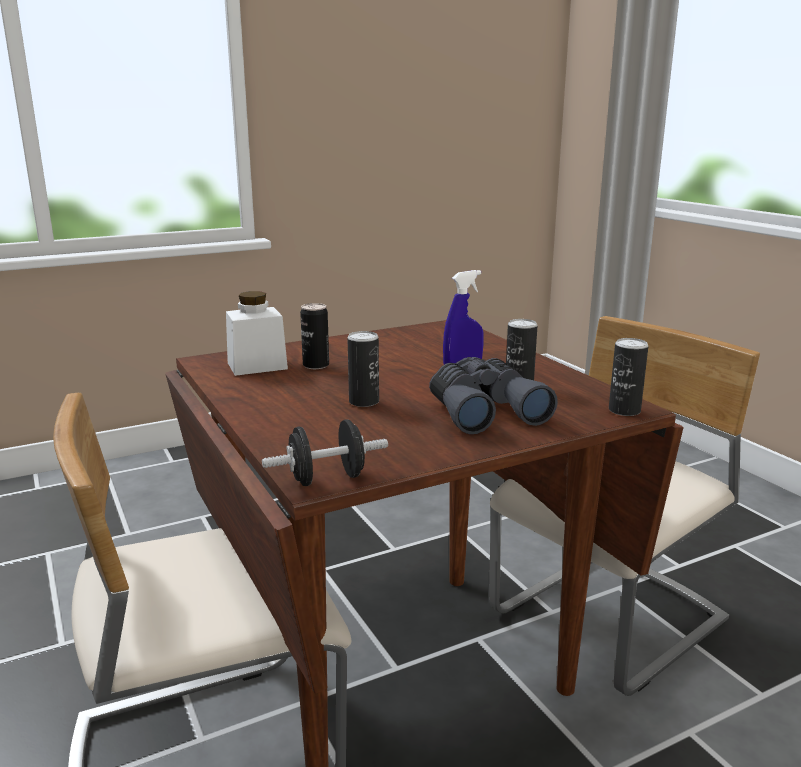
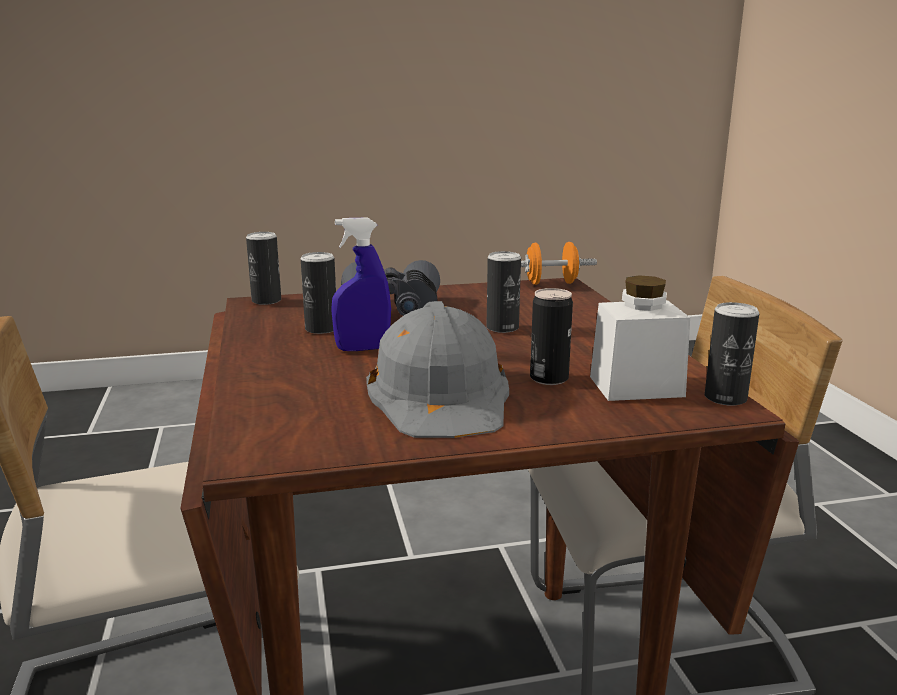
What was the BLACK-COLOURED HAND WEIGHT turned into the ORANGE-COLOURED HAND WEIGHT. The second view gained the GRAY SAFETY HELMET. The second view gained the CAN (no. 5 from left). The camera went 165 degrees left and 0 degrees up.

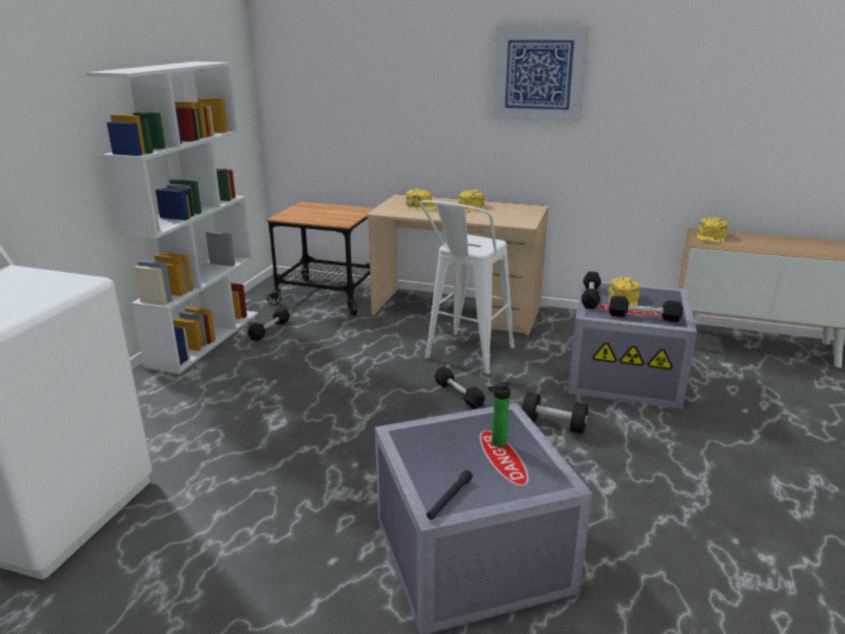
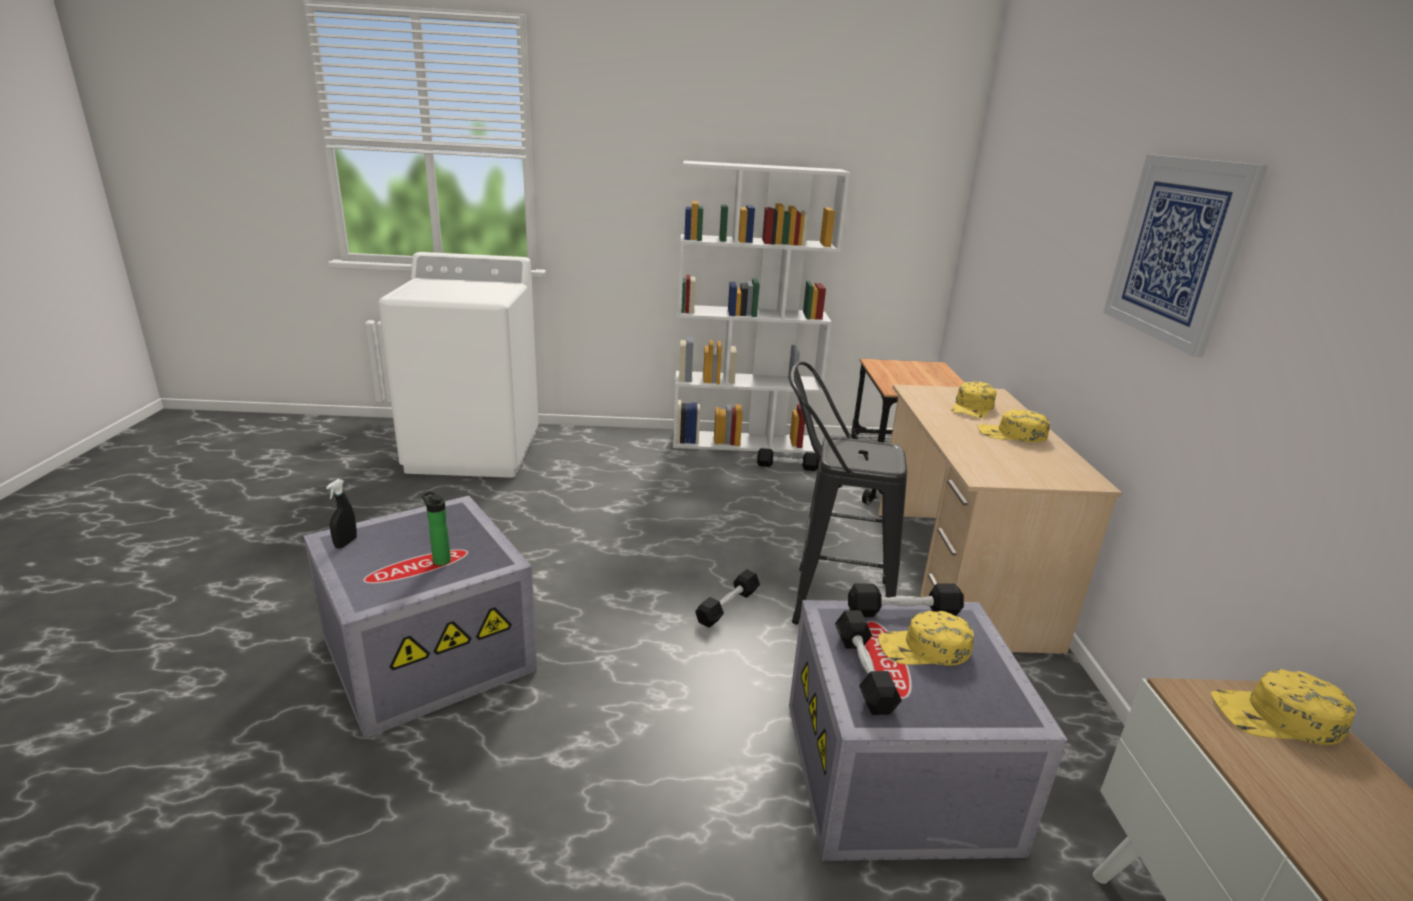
What was the WHITE-COLOURED STOOL turned into the BLACK-COLOURED STOOL. The second view lost the BLACK-COLOURED HAND WEIGHT (no. 3 from left). Where the BLACK-COLOURED HAND TORCH stood, the BLACK-COLOURED SPRAY BOTTLE came to stand. The camera went 70 degrees right and 0 degrees up.

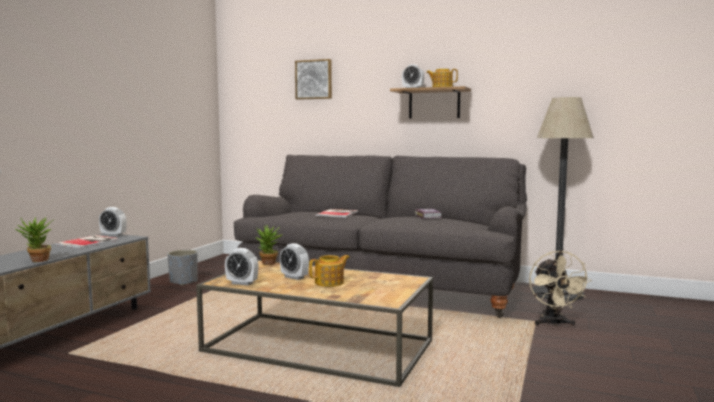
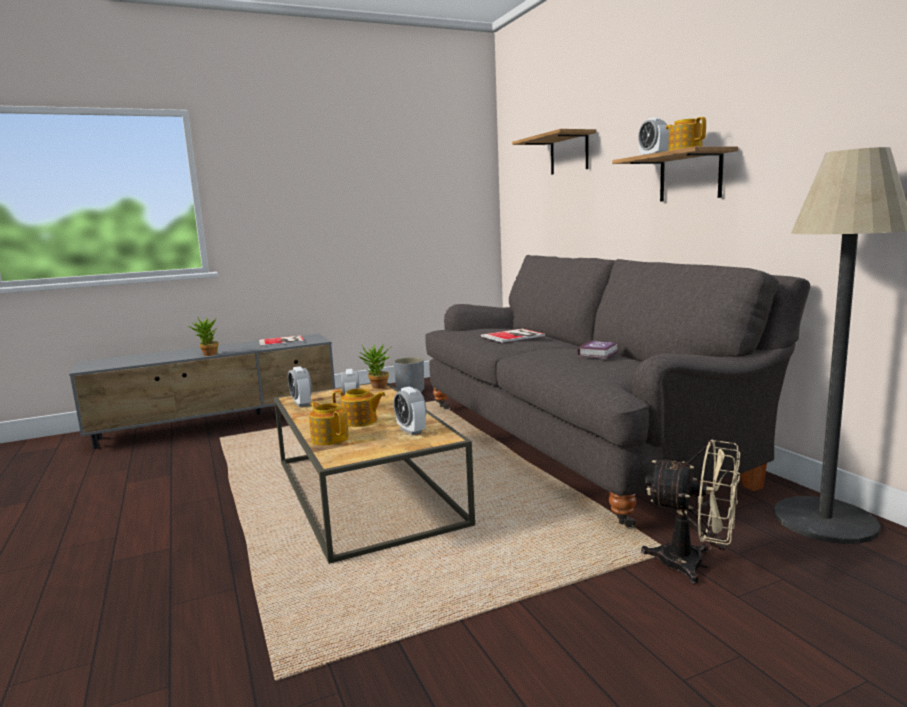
Where the WALL PICTURE hung, the WALL SHELF (no. 1 from left) came to hang. The ALARM CLOCK (no. 1 from left in the first image) ended up elsewhere. The BEIGE-COLOURED ELECTRIC FAN ended up facing another way, 105 degrees counterclockwise from before. The second view gained the TEAPOT (no. 1 from left). The camera went 45 degrees right and 5 degrees up.

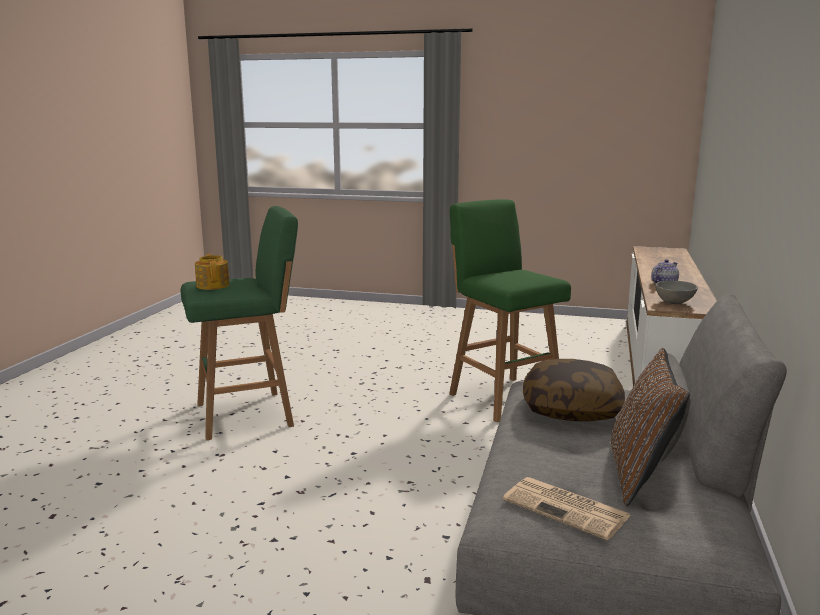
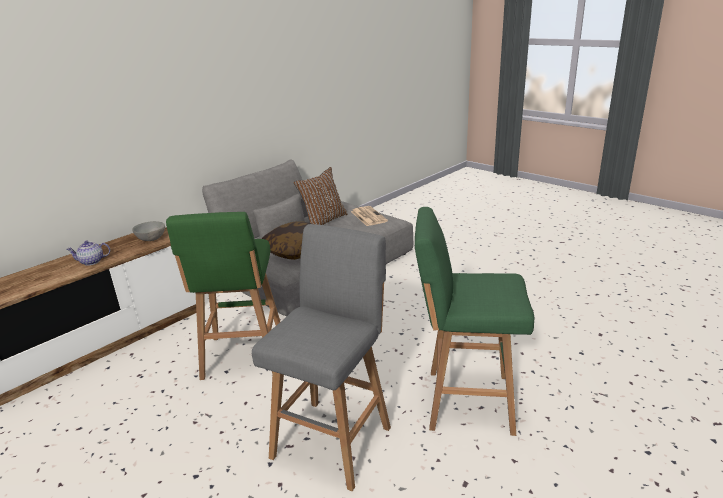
The second view lost the TEAPOT (no. 1 from left). The second view gained the GRAY STOOL. The camera went 150 degrees left and 10 degrees up.

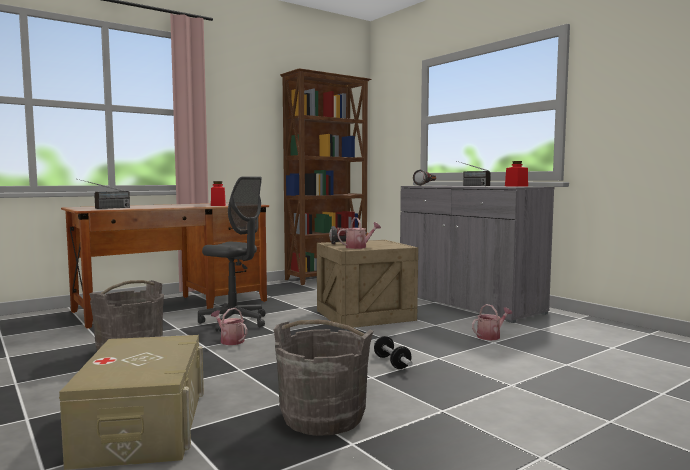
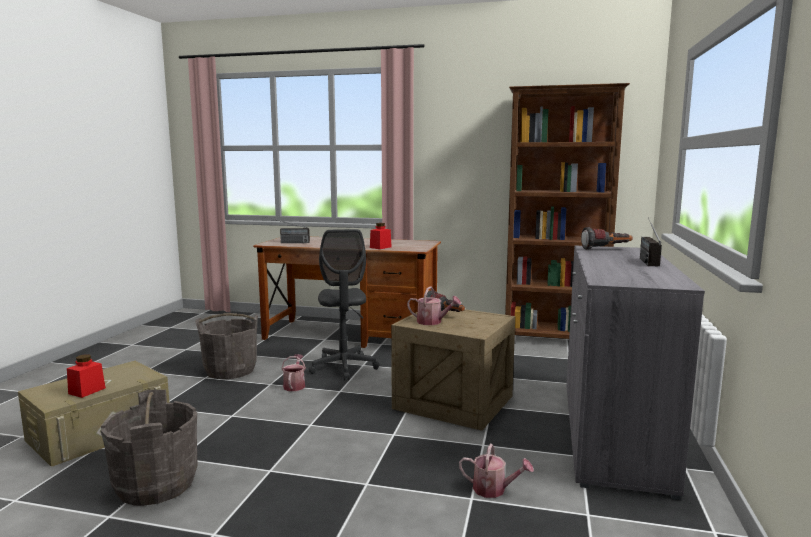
The REDDISH PRESERVE JAR (no. 2 from left in the first image) ended up elsewhere. The second view lost the HAND WEIGHT. The camera went 50 degrees right and 5 degrees up.

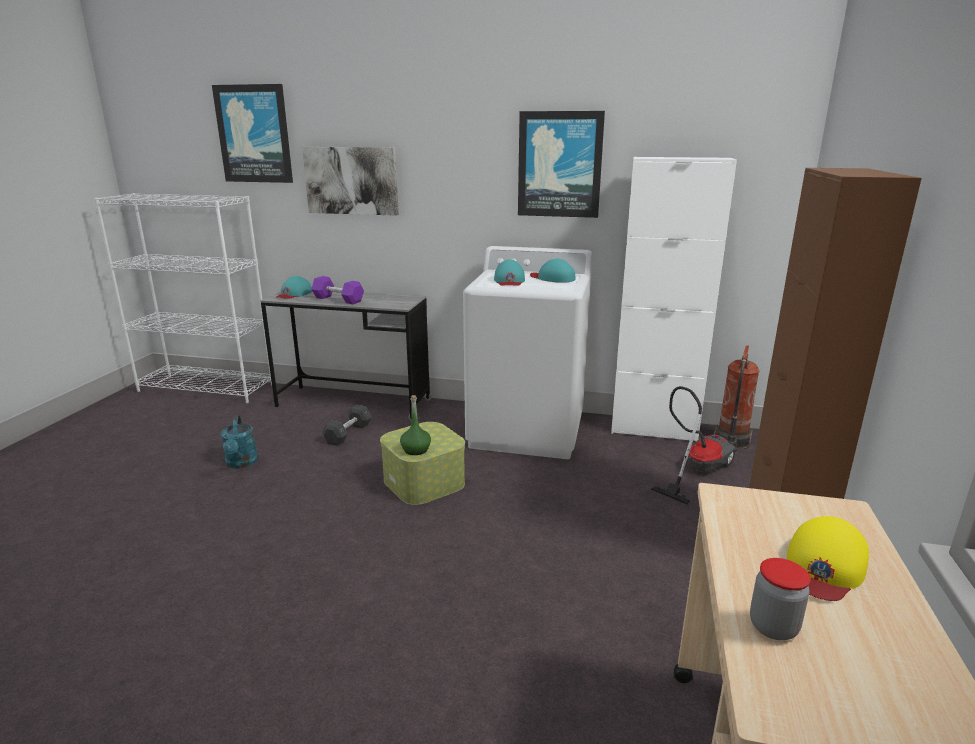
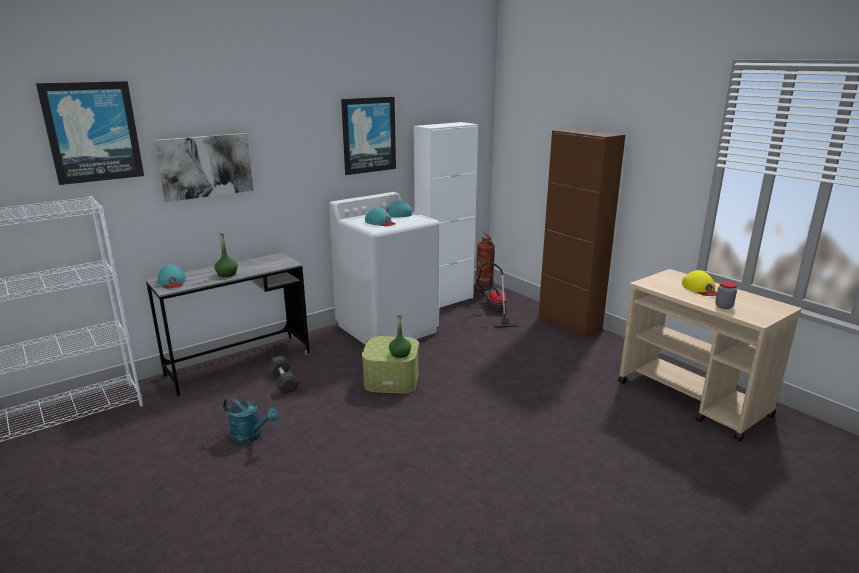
Where the PURPLISH HAND WEIGHT stood, the GREEN BOTTLE (no. 1 from left) came to stand. The camera went 50 degrees left and 0 degrees up.

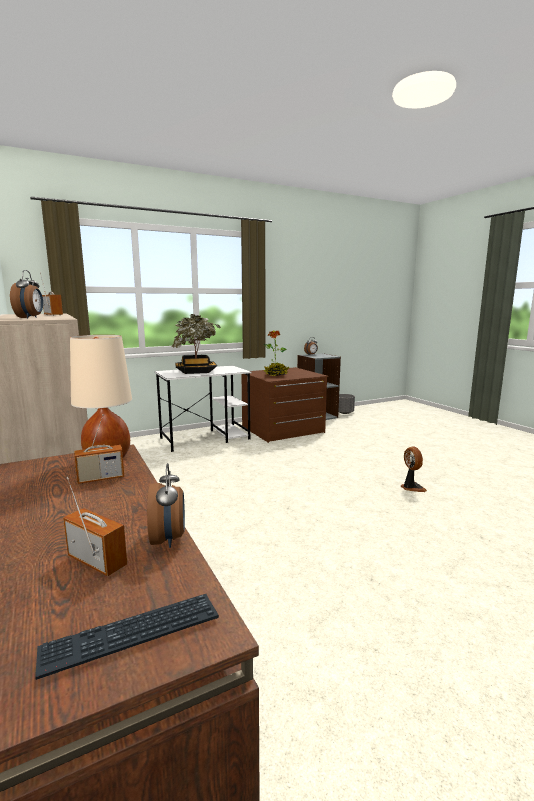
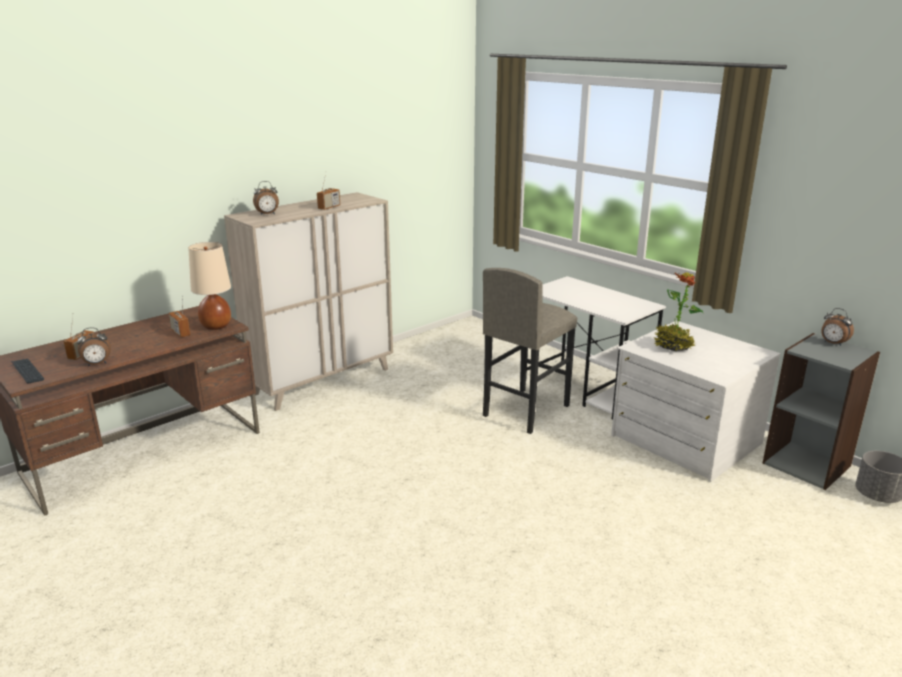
The second view lost the HOUSEPLANT (no. 1 from left). What was the BROWNISH DRAWER CHEST turned into the WHITE-COLOURED DRAWER CHEST. The second view lost the ELECTRIC FAN. The second view gained the GRAY STOOL. The camera went 75 degrees right and 10 degrees up.

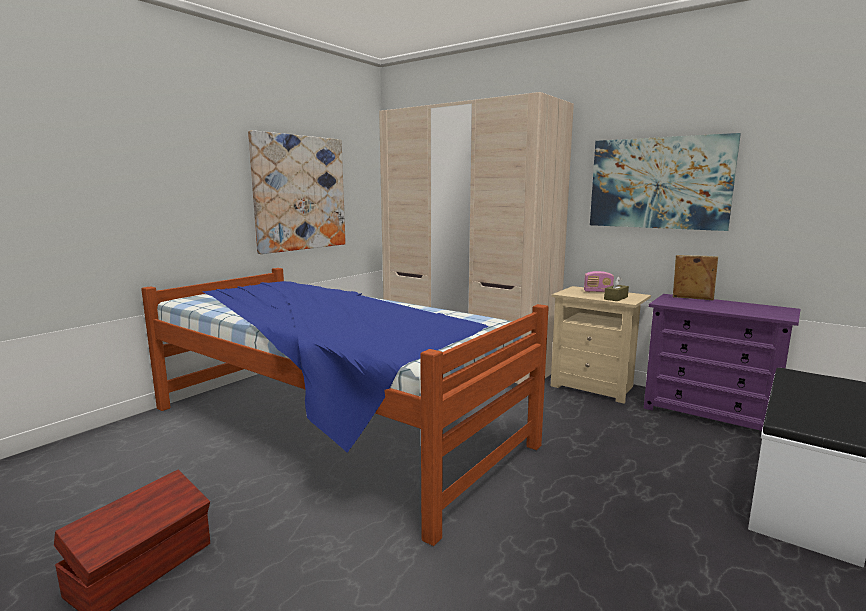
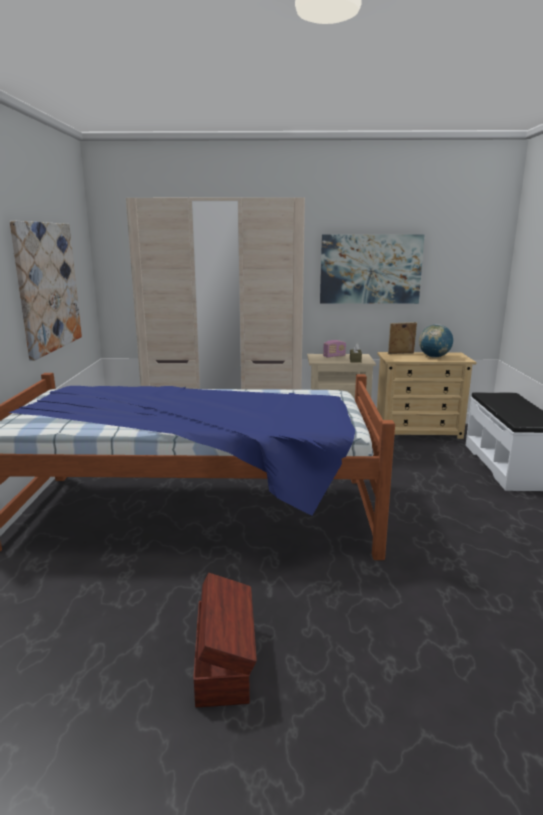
What was the PURPLISH DRAWER CHEST turned into the BEIGE-COLOURED DRAWER CHEST. The second view gained the DESK GLOBE. The camera went 35 degrees left and 5 degrees up.

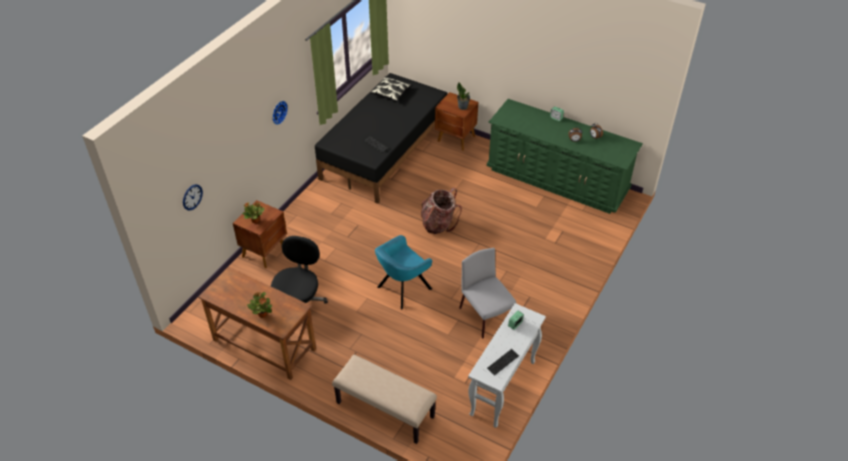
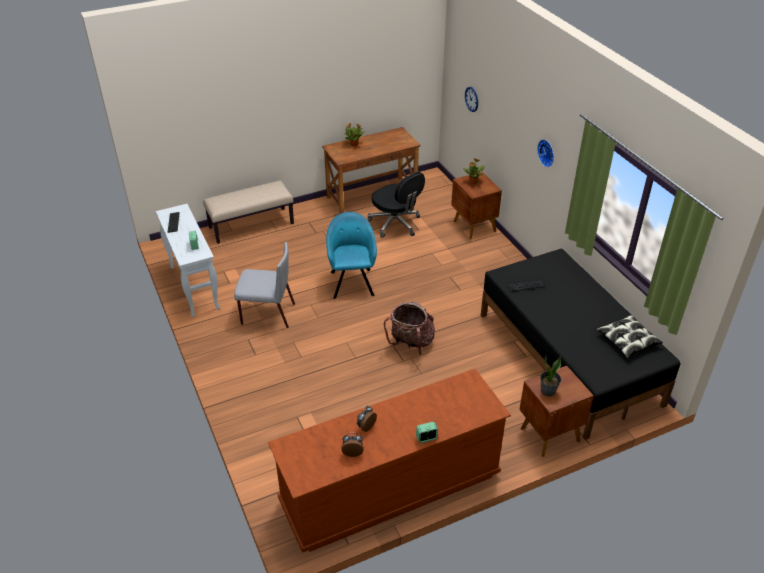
What was the GREEN DRAWER CHEST turned into the BROWNISH DRAWER CHEST. The camera went 125 degrees right and 5 degrees down.

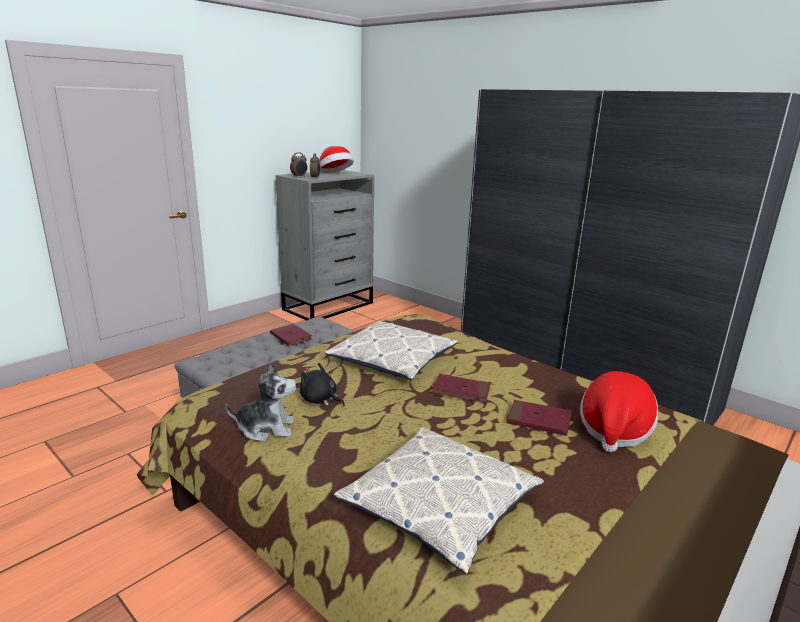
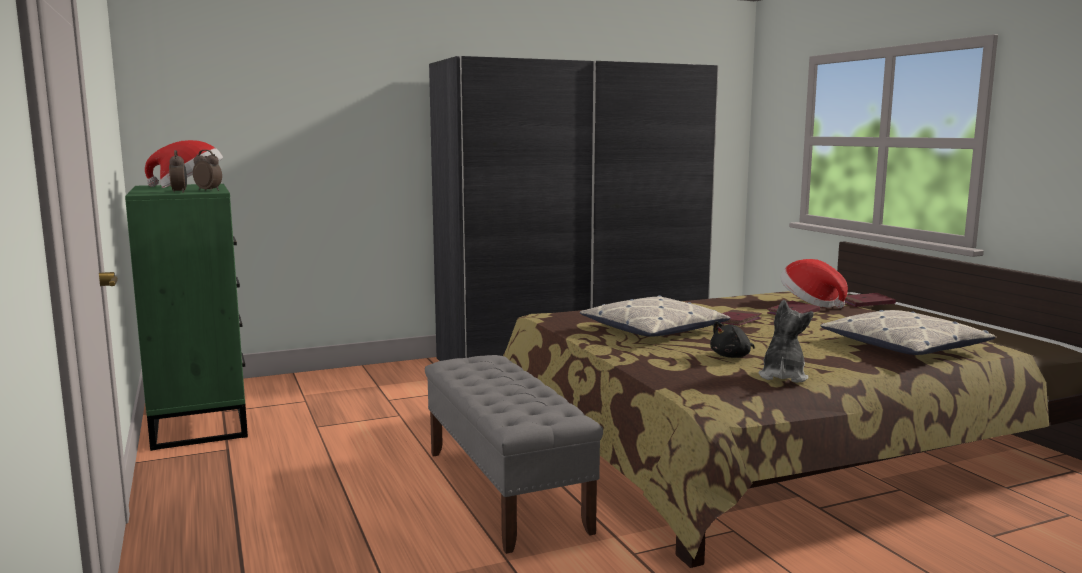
What was the GRAY DRAWER CHEST turned into the GREEN DRAWER CHEST. The REDDISH BOOK (no. 1 from left in the first image) ended up elsewhere. The camera went 65 degrees left and 10 degrees down.

